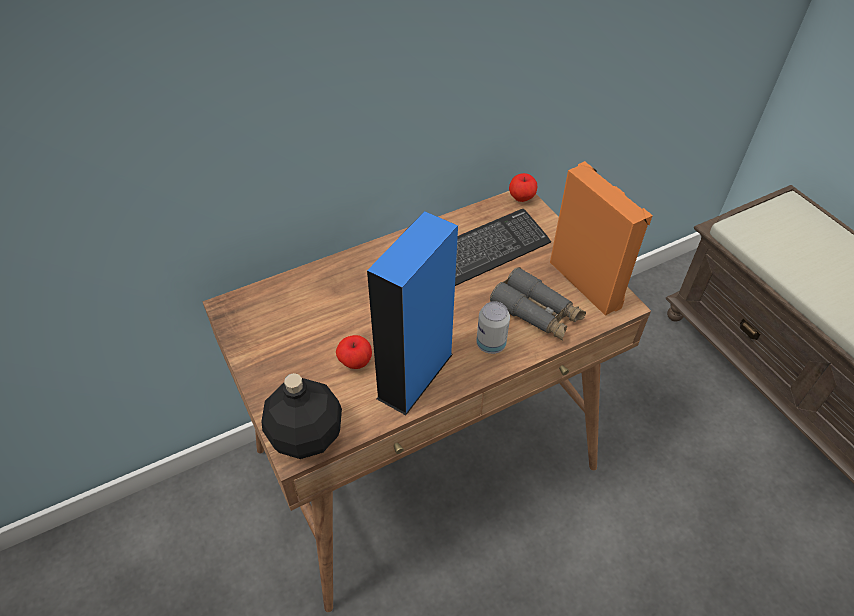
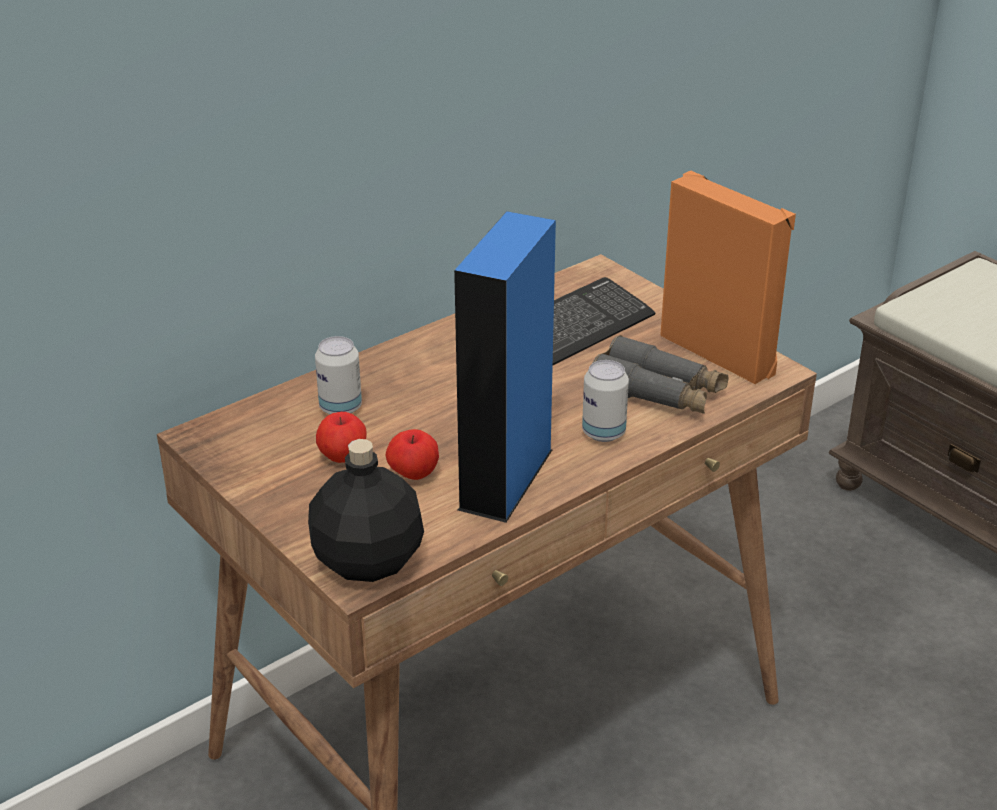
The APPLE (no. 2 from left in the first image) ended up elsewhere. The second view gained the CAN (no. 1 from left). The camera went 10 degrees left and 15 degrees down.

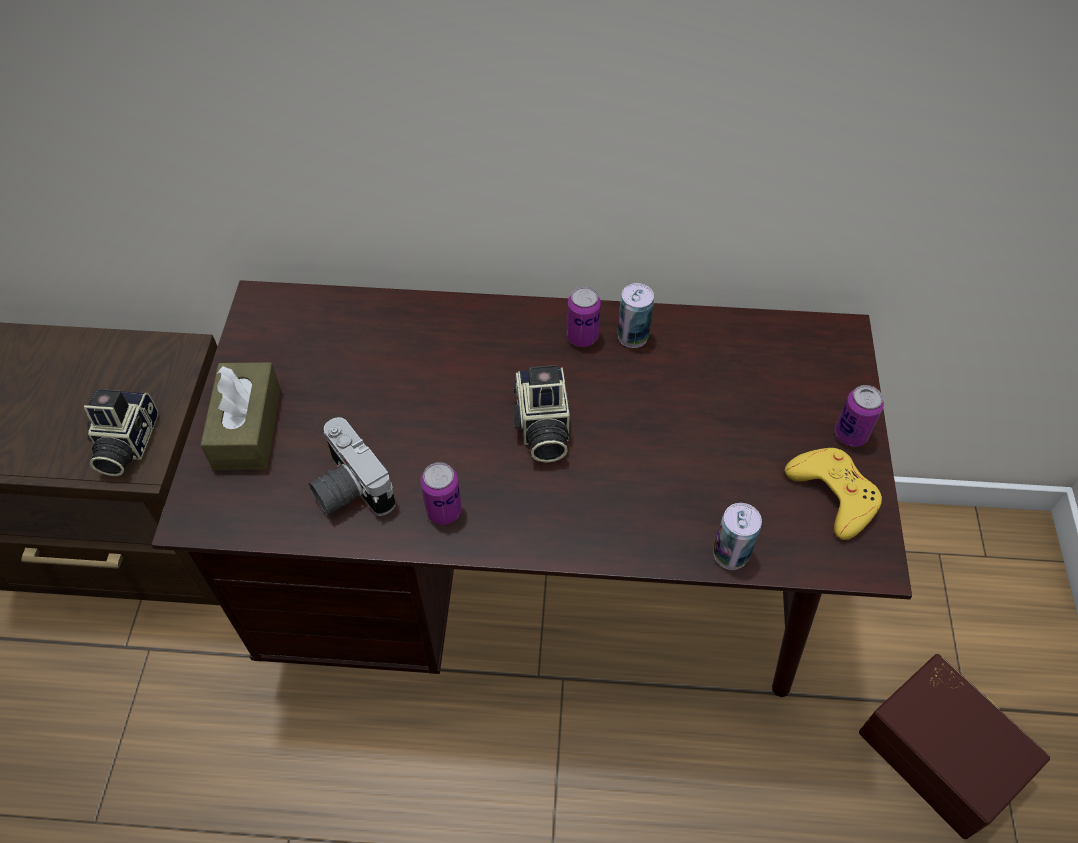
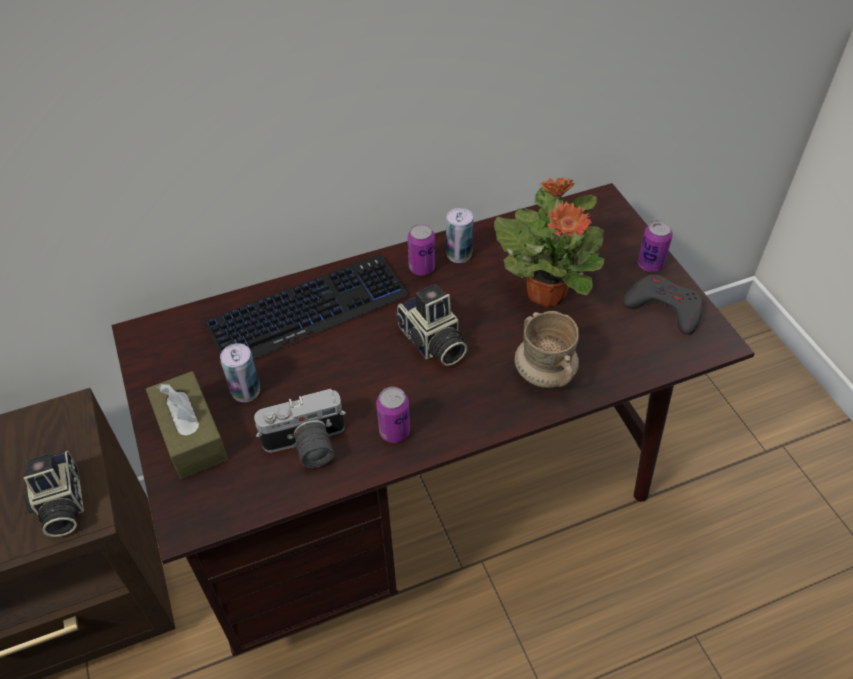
The STILL CAMERA (no. 2 from left) ended up facing another way, 45 degrees counterclockwise from before. What was the YELLOW-COLOURED GAMEPAD turned into the GRAY GAMEPAD. The CAN (no. 4 from left in the first image) ended up elsewhere. The second view lost the BROWNISH STORAGE BIN. The second view gained the HOUSEPLANT. The second view gained the KEYBOARD. The second view gained the BEIGE-COLOURED COFFEE MUG. The camera went 25 degrees left and 5 degrees down.

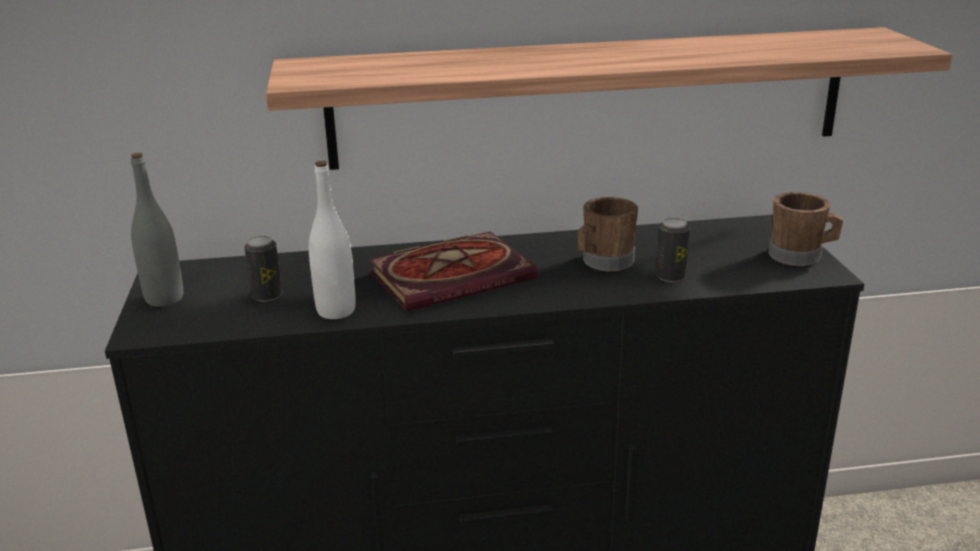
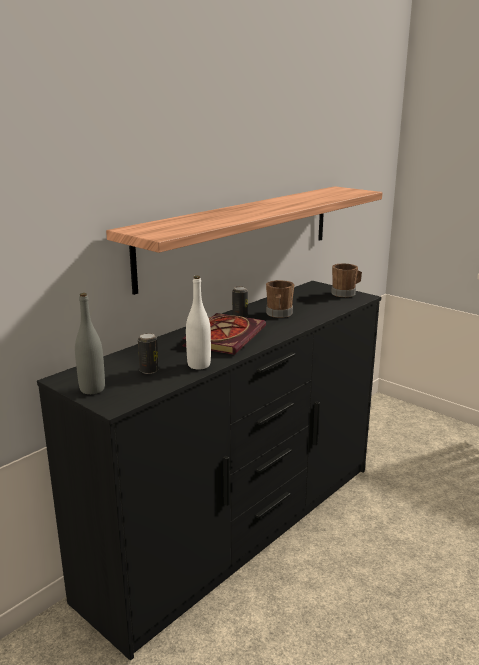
The CAN (no. 2 from left) ended up elsewhere. The camera went 40 degrees left and 5 degrees down.

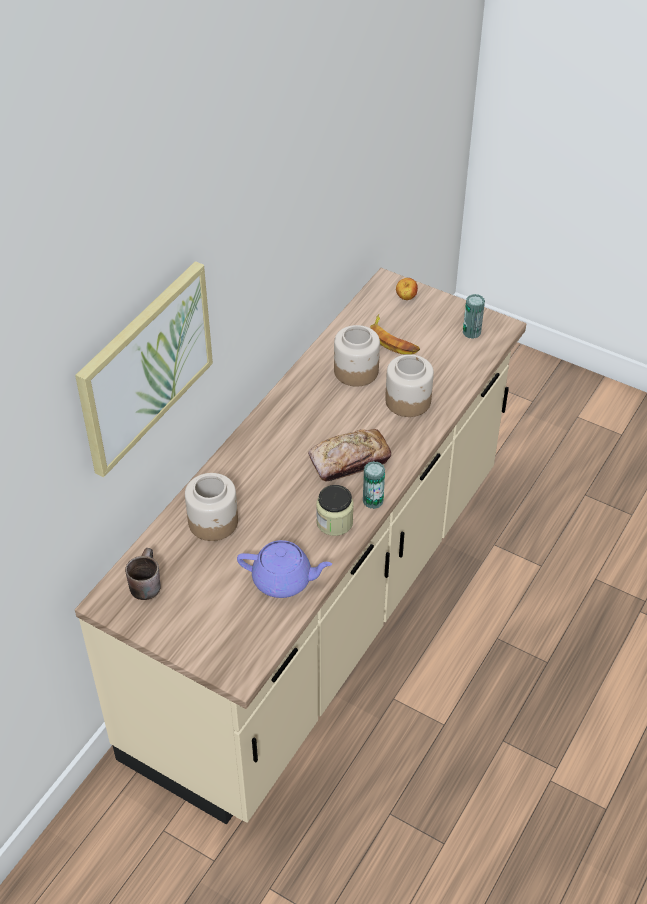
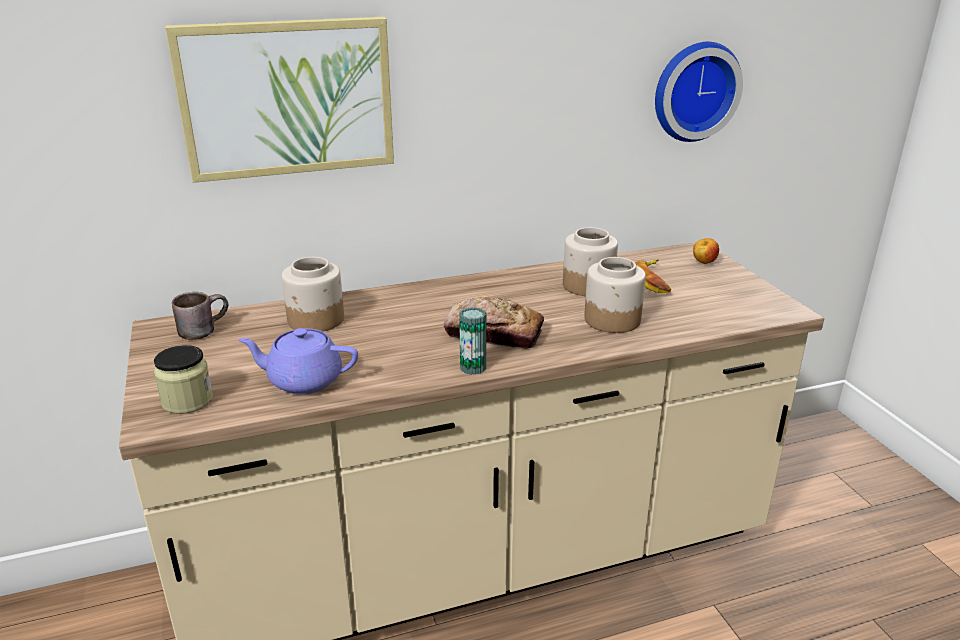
The second view lost the CAN (no. 2 from left). The PRESERVE JAR (no. 2 from left in the first image) ended up elsewhere. The PURPLISH TEAPOT ended up facing another way, 135 degrees clockwise from before. The second view gained the WALL CLOCK. The camera went 40 degrees right and 20 degrees down.

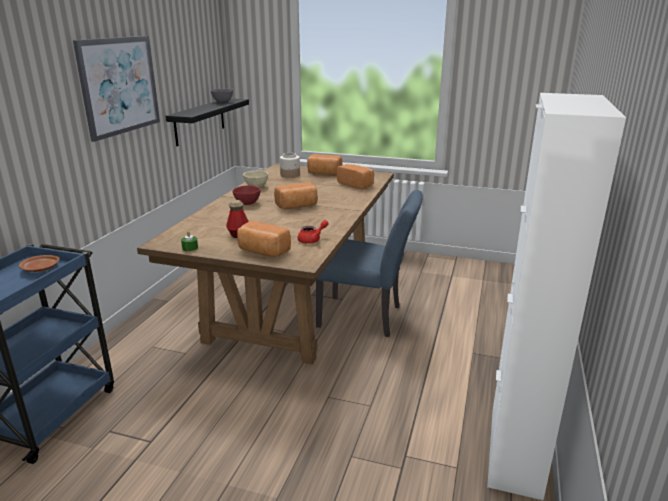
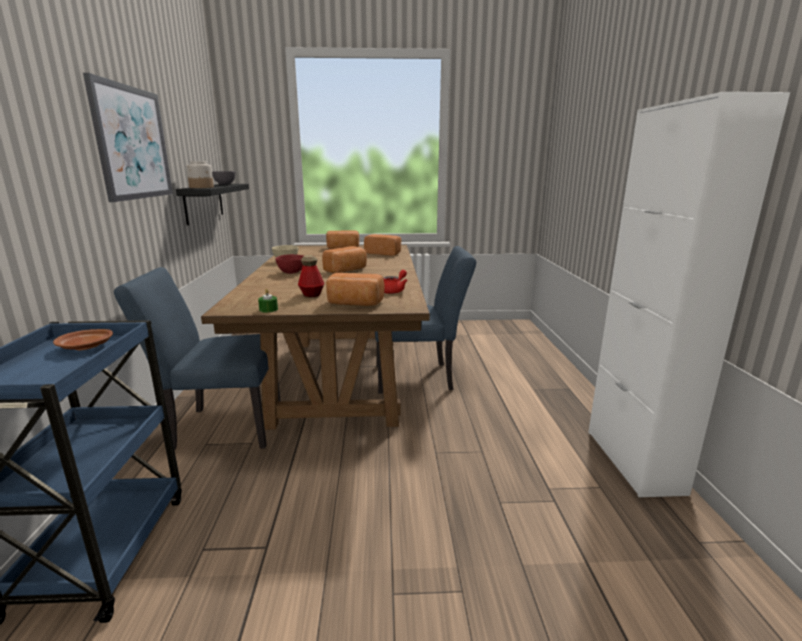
The PRESERVE JAR ended up elsewhere. The second view gained the BLUE-COLOURED CHAIR (no. 1 from left). The camera went 20 degrees left and 5 degrees down.

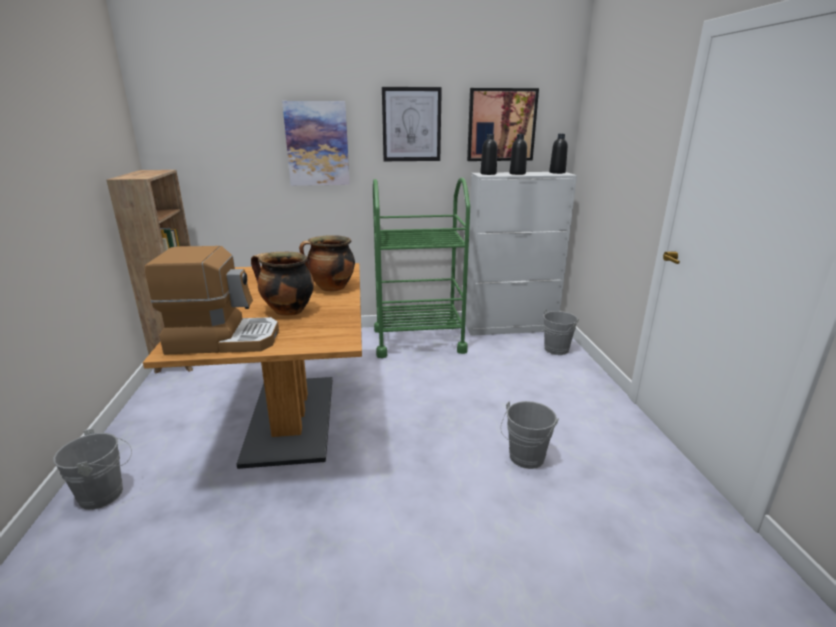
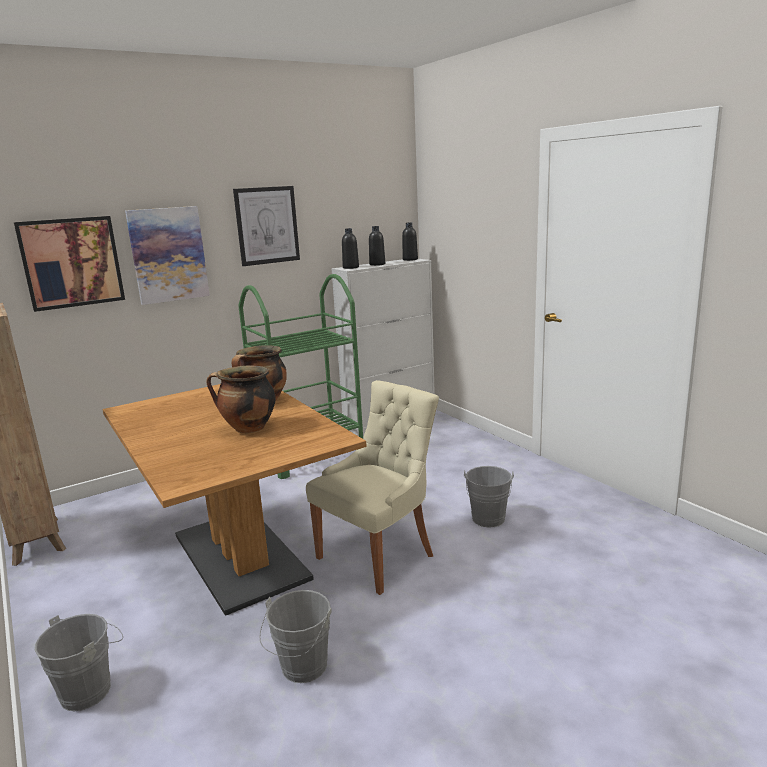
The WALL PICTURE (no. 3 from left in the first image) ended up elsewhere. The second view lost the COFFEE MACHINE. The GRAY PAIL (no. 3 from left in the first image) ended up elsewhere. The second view gained the BEIGE-COLOURED CHAIR. The camera went 25 degrees left and 5 degrees down.

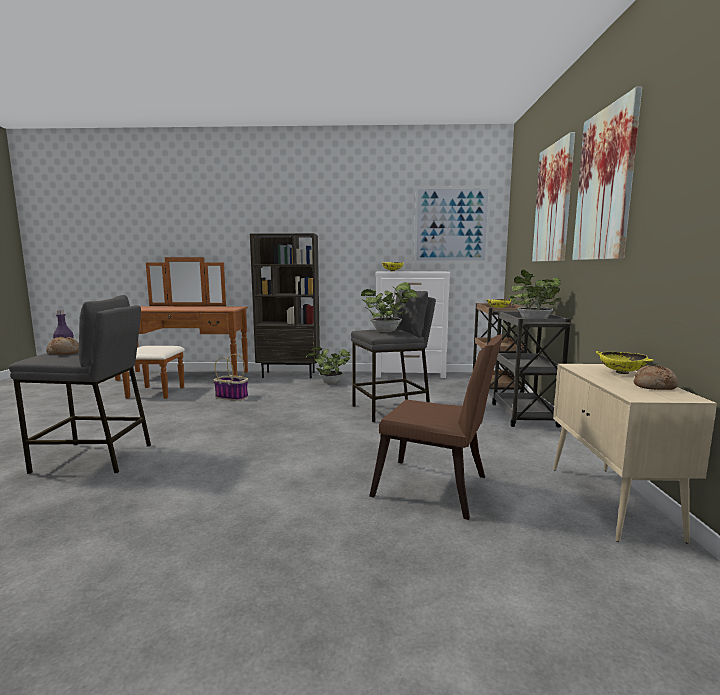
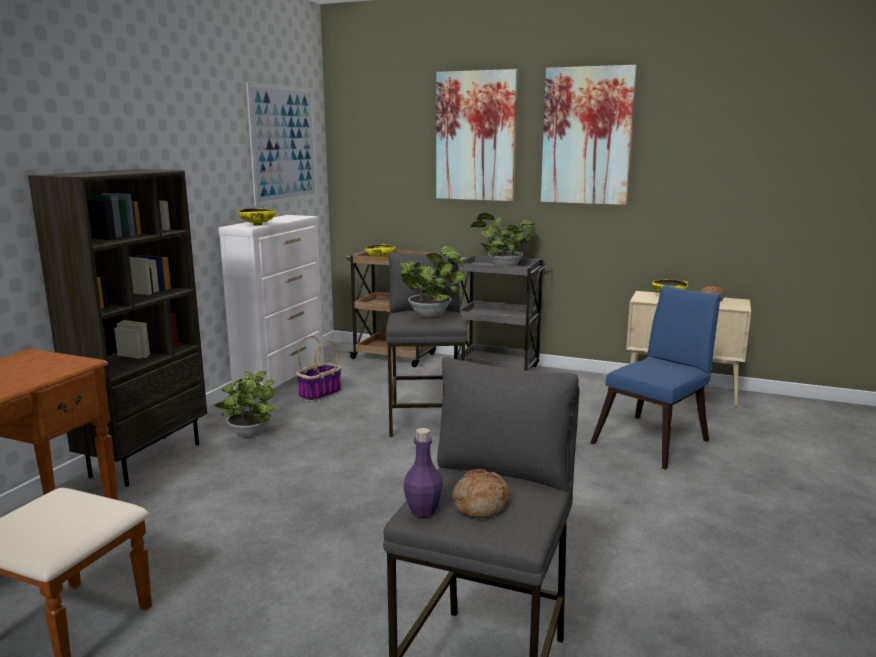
What was the BROWNISH CHAIR turned into the BLUE-COLOURED CHAIR. The STORAGE BASKET ended up elsewhere. The camera went 70 degrees left and 5 degrees up.

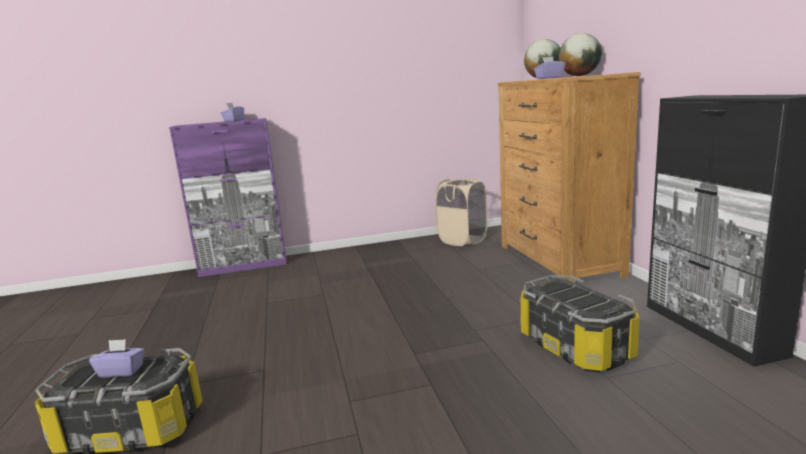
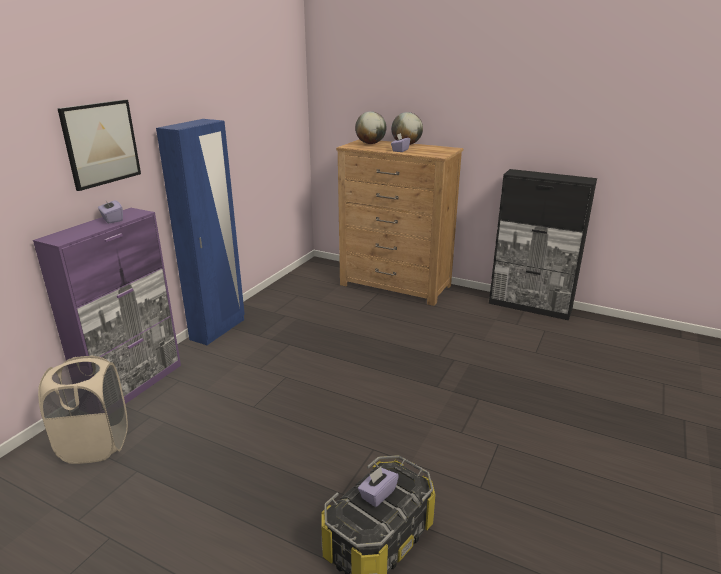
The BEIGE-COLOURED LAUNDRY BASKET ended up elsewhere. The second view lost the STORAGE BIN (no. 2 from left). The second view gained the WALL PICTURE. The second view gained the BLUE-COLOURED CLOTHES CUPBOARD. The camera went 50 degrees left and 10 degrees up.

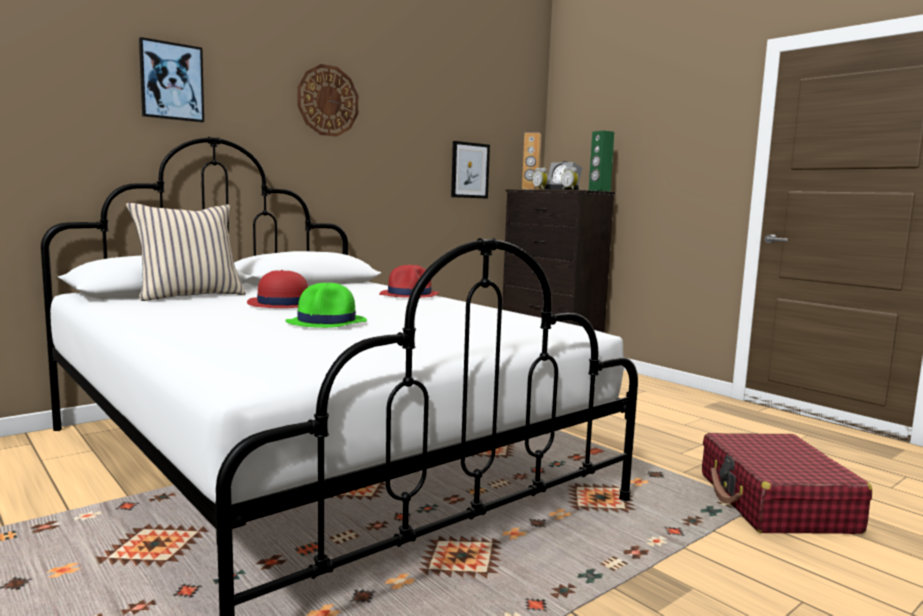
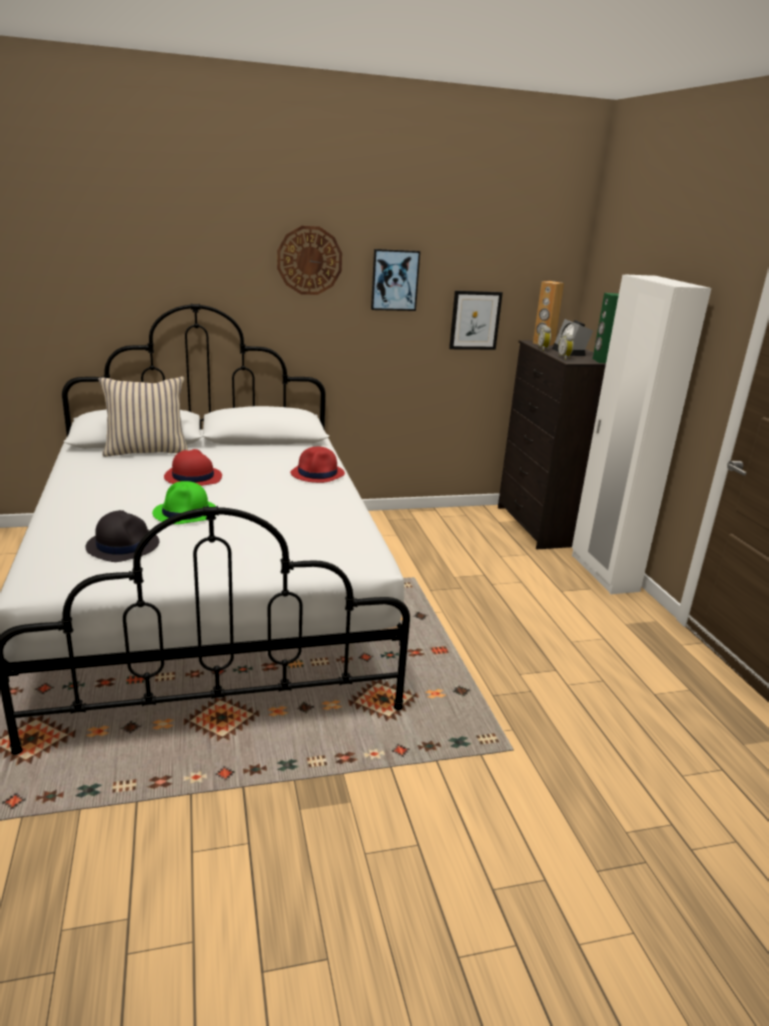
The WALL PICTURE (no. 1 from left) ended up elsewhere. The second view lost the REDDISH PIECE OF LUGGAGE. The second view gained the WHITE-COLOURED CLOTHES CUPBOARD. The second view gained the BLACK-COLOURED CLOTHING HAT. The camera went 25 degrees right and 15 degrees up.

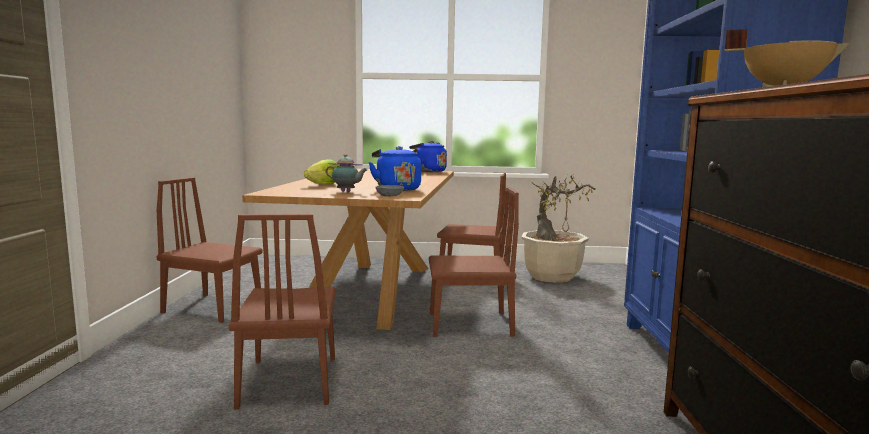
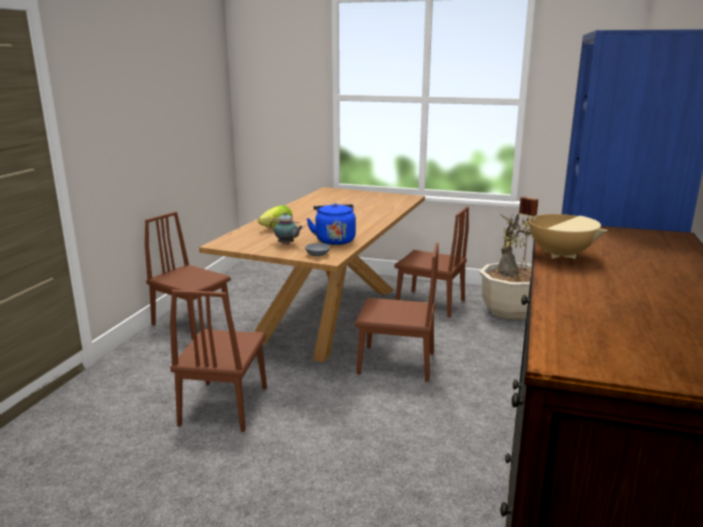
The second view lost the BLUE-COLOURED KETTLE (no. 2 from left). The camera went 15 degrees right and 10 degrees up.

